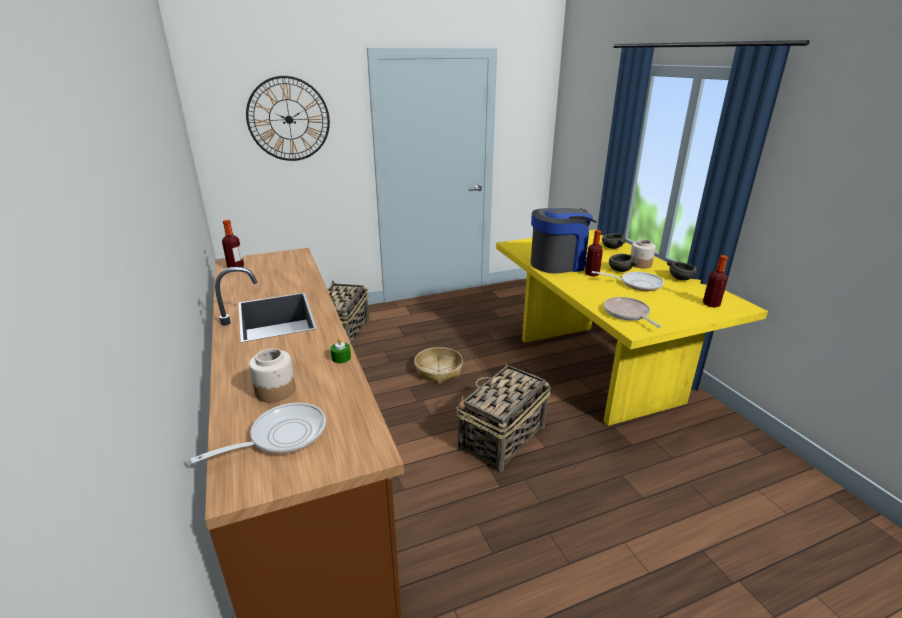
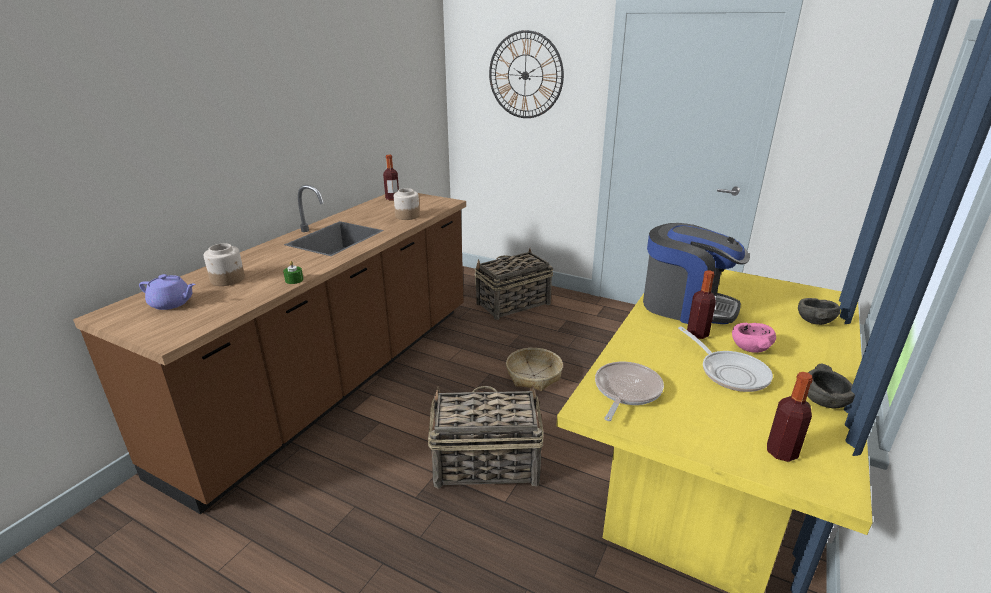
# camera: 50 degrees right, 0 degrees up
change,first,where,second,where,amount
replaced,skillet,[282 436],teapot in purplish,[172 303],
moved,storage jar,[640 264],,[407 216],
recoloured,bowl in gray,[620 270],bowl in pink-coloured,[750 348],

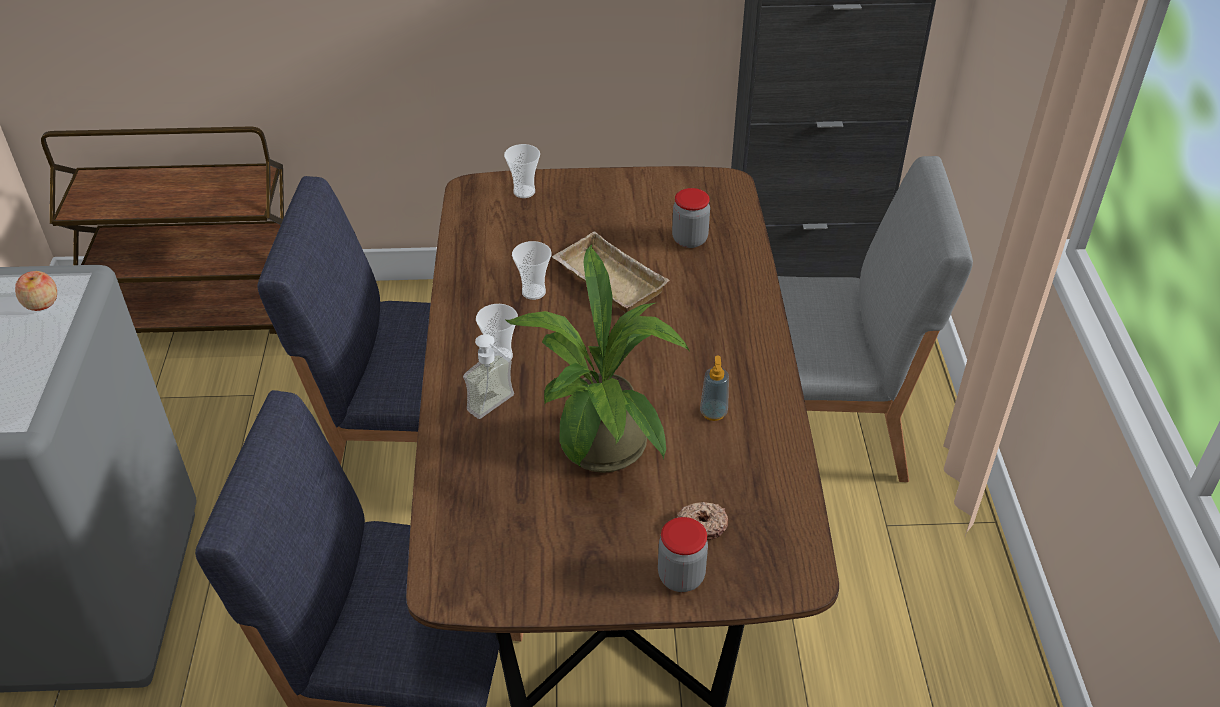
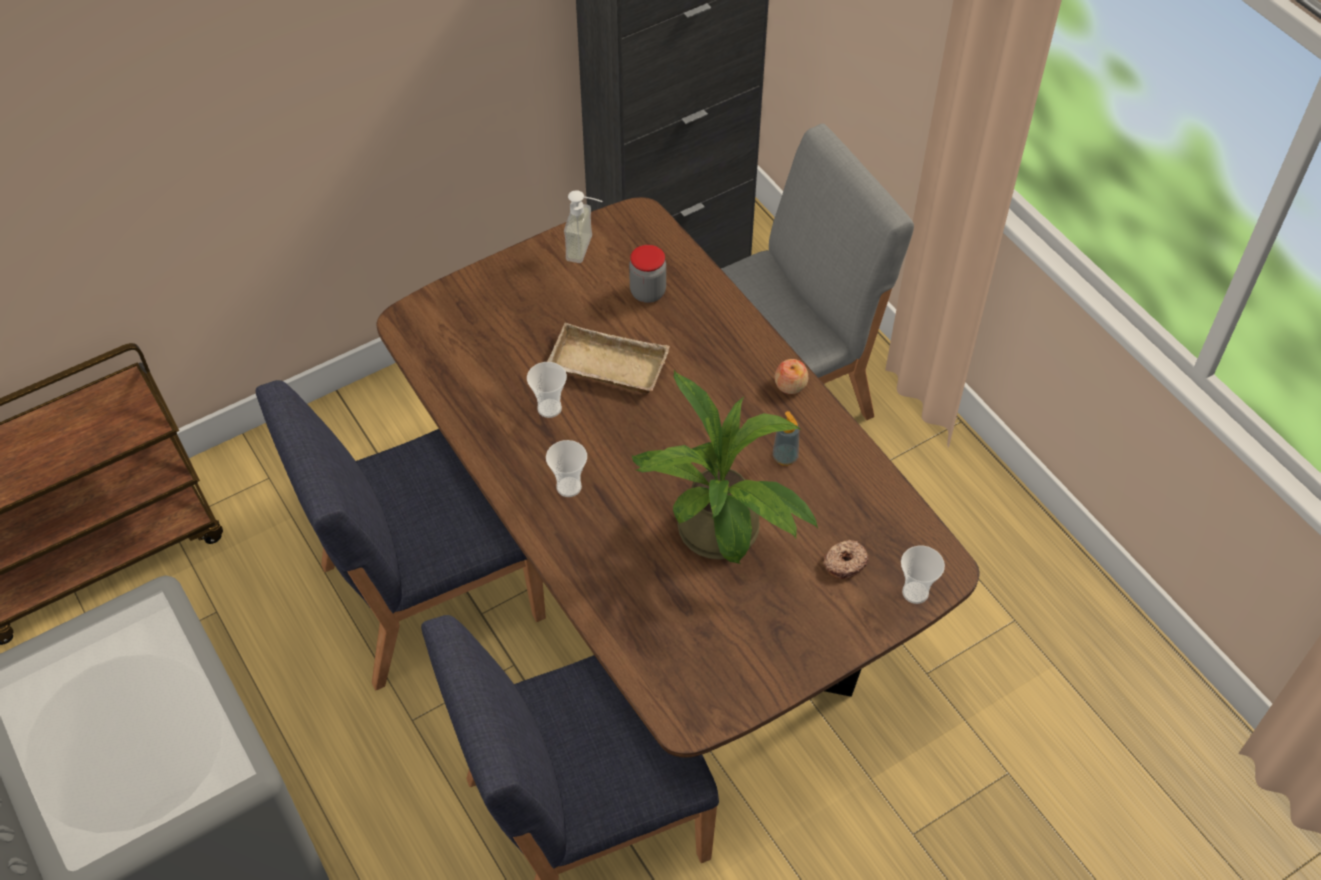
# camera: 30 degrees left, 10 degrees up
change,first,where,second,where,amount
moved,liquid soap bottle,[497 408],,[587 249],
moved,apple fruit,[41 302],,[790 385],
moved,cup,[524 192],,[915 592],
removed,storage jar,[681 577],,,

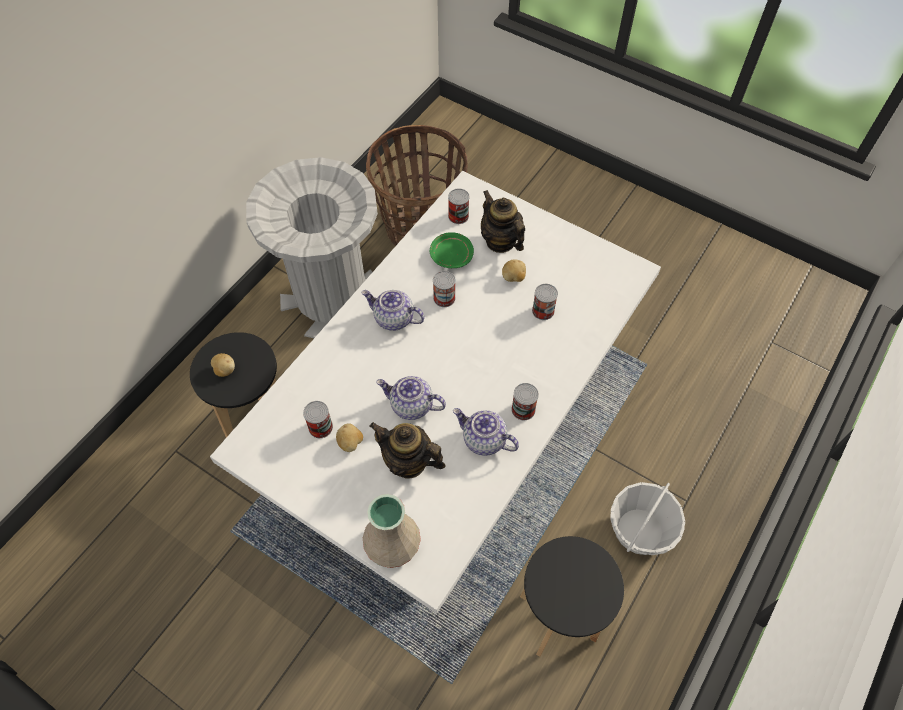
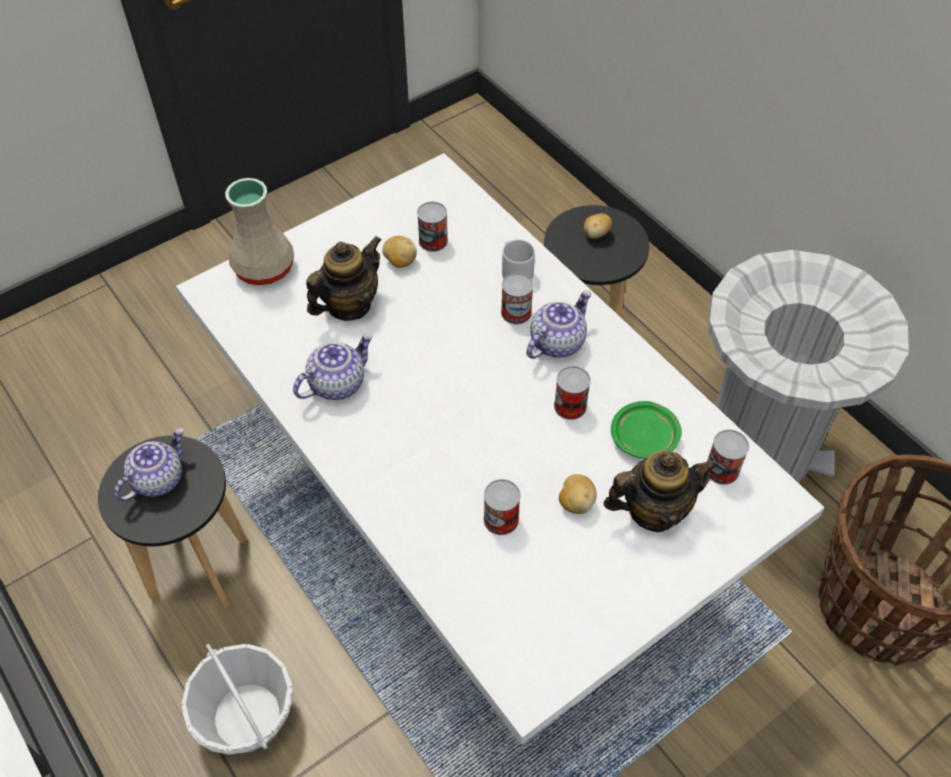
# camera: 110 degrees right, 5 degrees down
change,first,where,second,where,amount
moved,teapot,[411 406],,[158 479],
moved,can,[523 409],,[516 312],
added,,,tea mug in gray,[515 271],

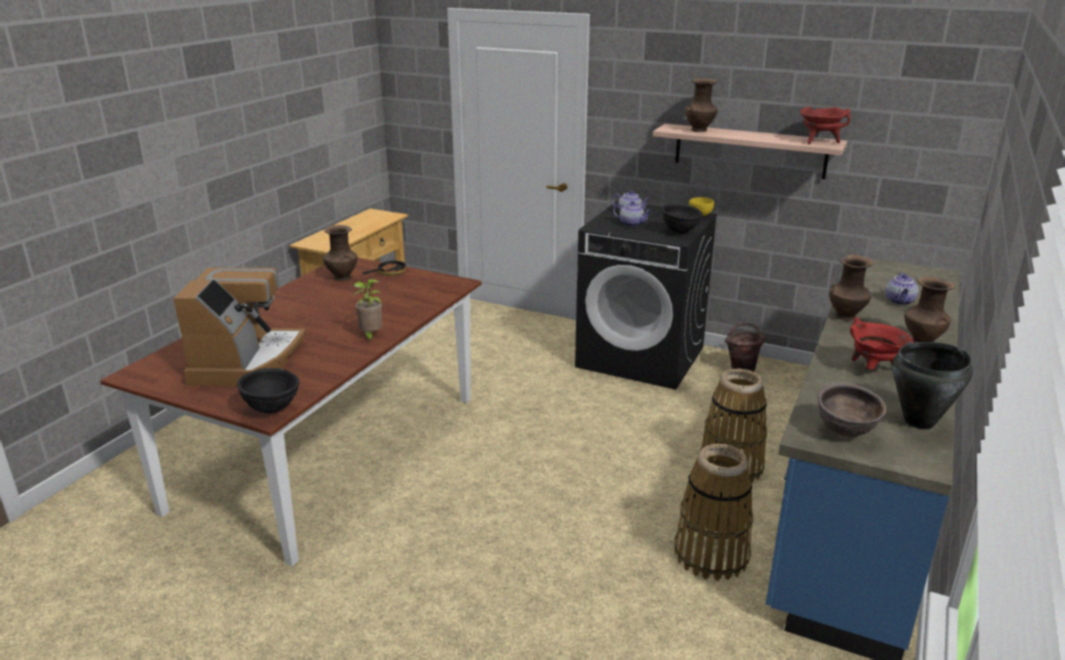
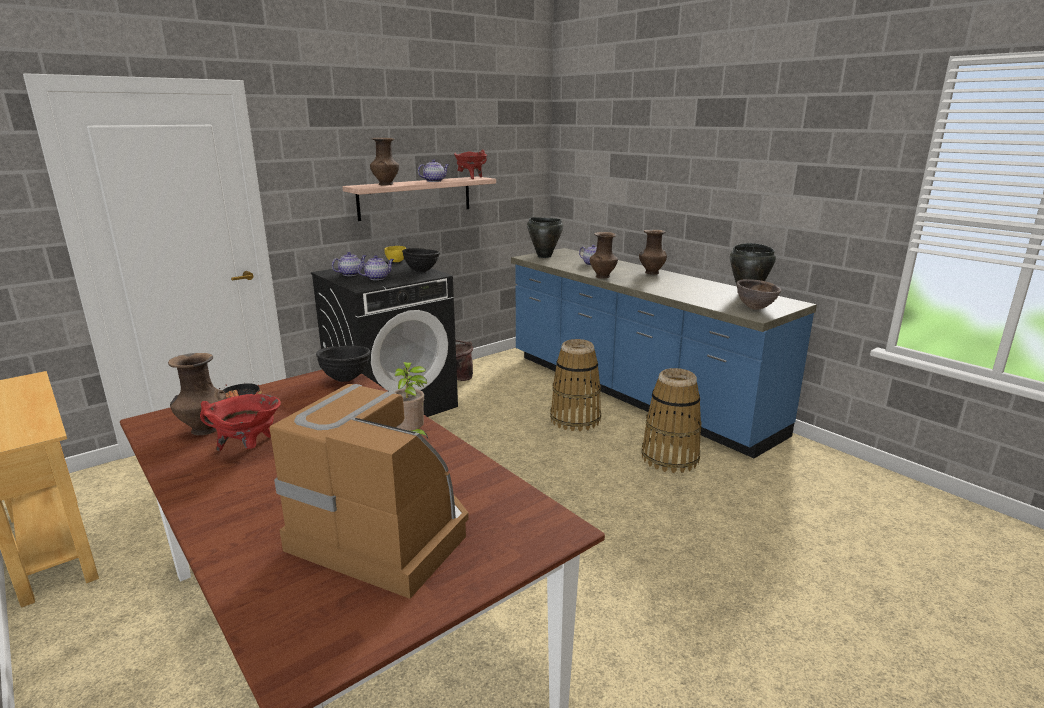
# camera: 65 degrees left, 5 degrees down
change,first,where,second,where,amount
moved,cooking pot in red-coloured,[873 369],,[249 448],
moved,bowl in blackish,[272 410],,[346 379],
added,,,teapot,[434 181],
added,,,cooking pot in blackish,[544 256],

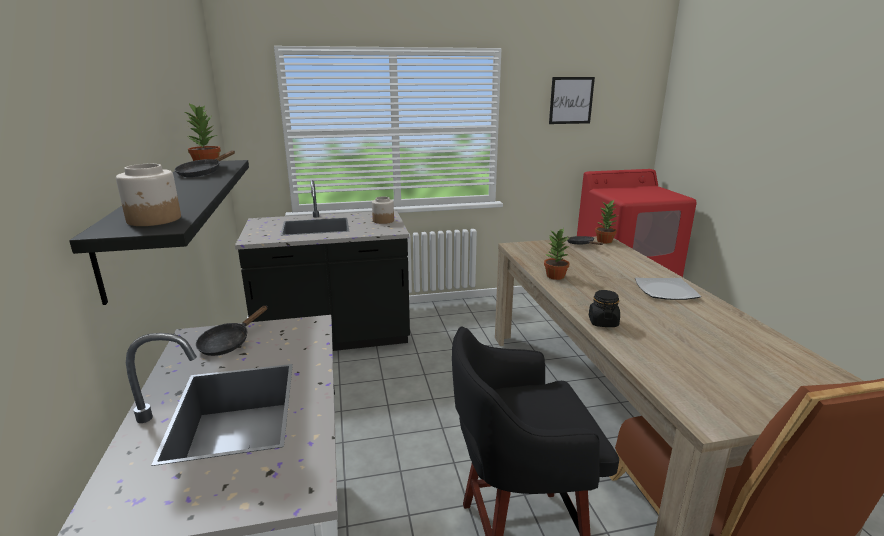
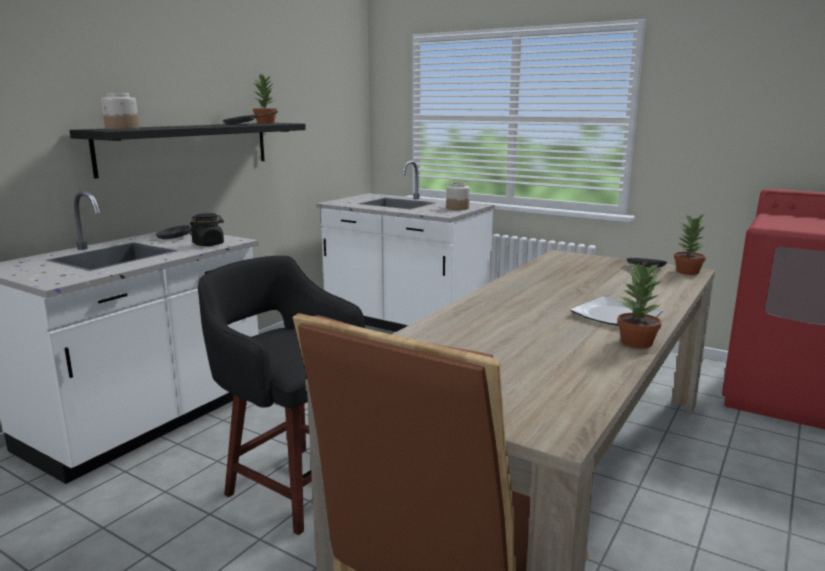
# camera: 45 degrees right, 5 degrees down
change,first,where,second,where,amount
moved,storage jar in blackish,[603 322],,[208 244],
recoloured,counter in blackish,[334 338],counter in whitish,[405 323],
moved,houseplant,[555 276],,[635 342],
removed,wall art,[571 100],,,

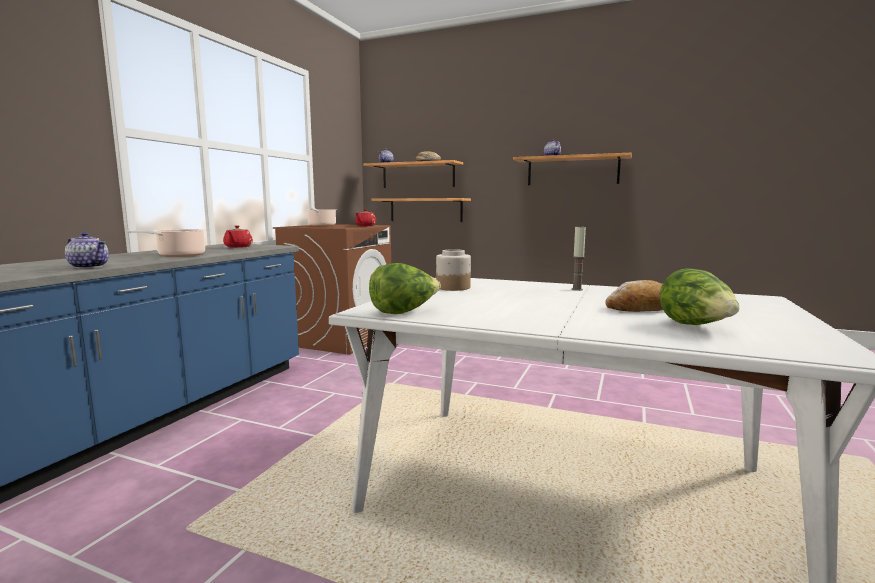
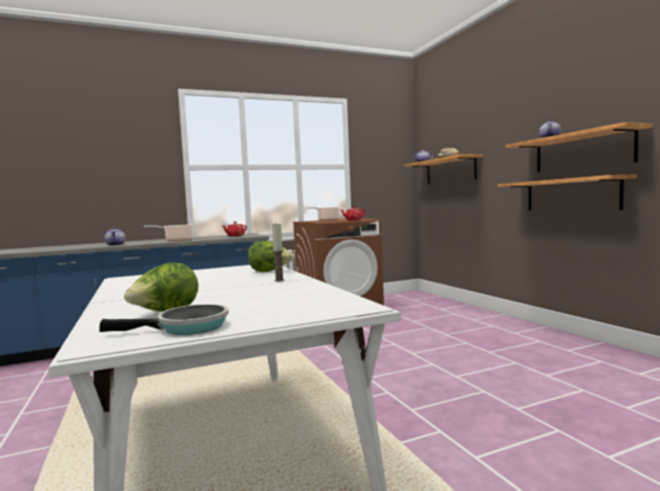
# camera: 45 degrees right, 5 degrees down
change,first,where,second,where,amount
added,,,skillet,[187 328],
moved,lettuce head,[404 312],,[270 271],
moved,shelf,[426 210],,[571 195],
removed,storage jar,[453 287],,,
removed,bread,[640 308],,,

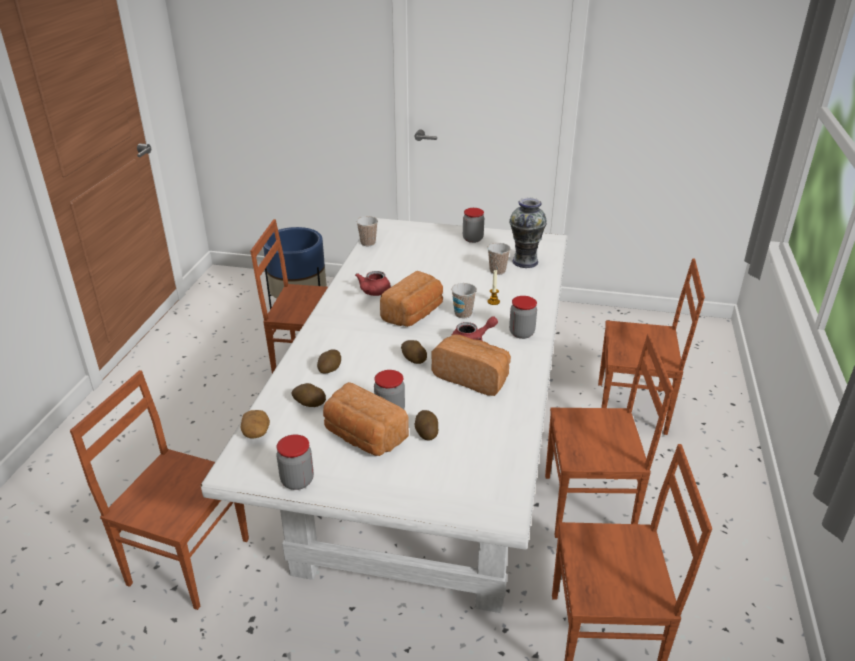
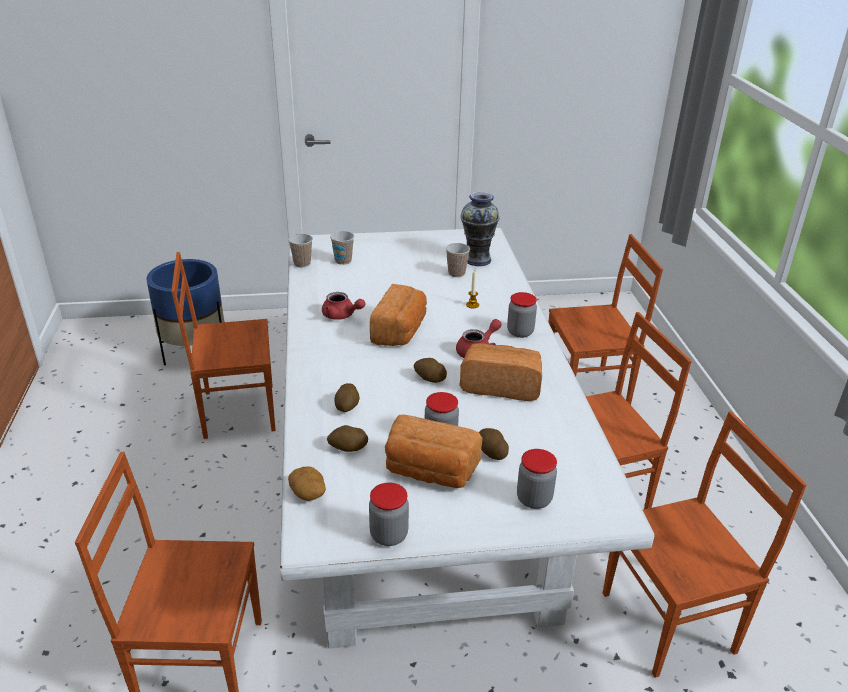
# camera: 20 degrees left, 0 degrees up
change,first,where,second,where,amount
turned,teapot in red-coloured,[373 292],,[341 316],60 degrees counterclockwise
moved,cup,[463 314],,[343 261],
moved,storage jar,[472 239],,[534 499],

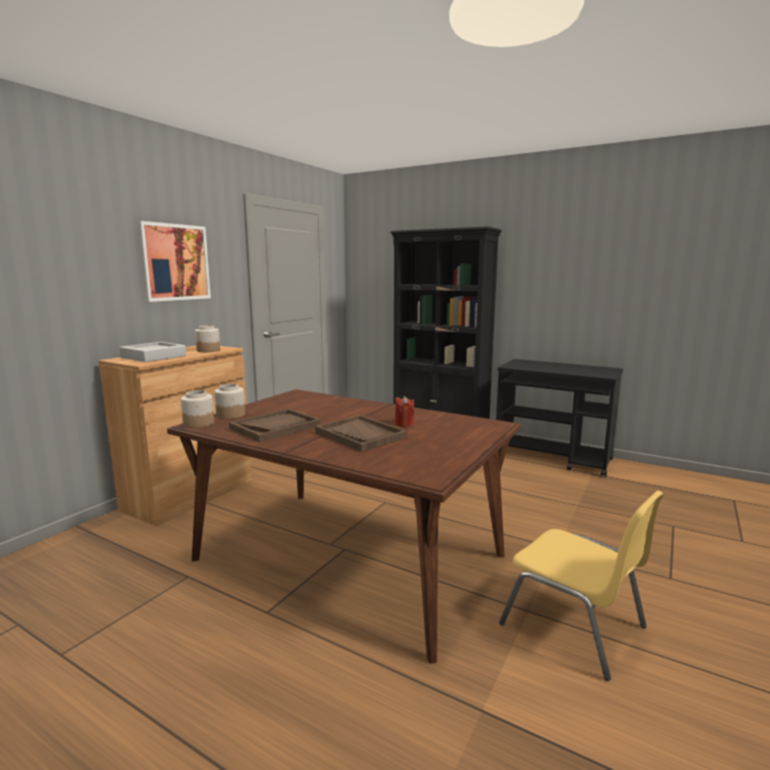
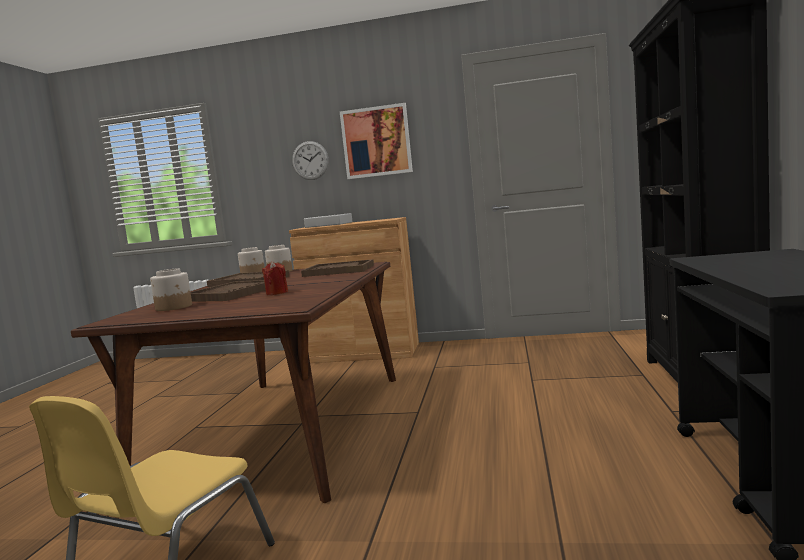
# camera: 70 degrees right, 5 degrees down
change,first,where,second,where,amount
moved,storage jar,[208 350],,[174 307],
added,,,clock on the wall,[310 160],
added,,,carrying tray in brownish,[338 271],

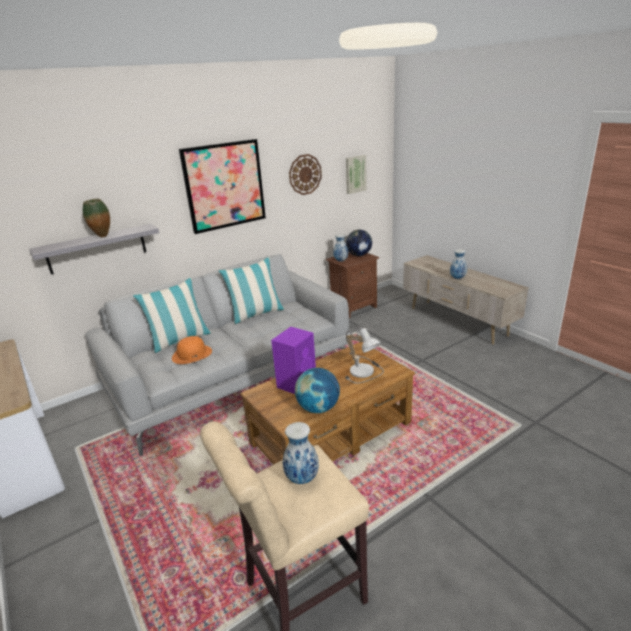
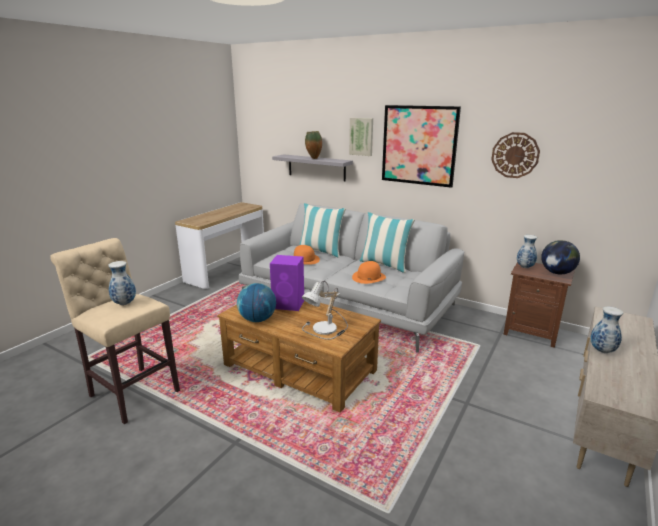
# camera: 65 degrees right, 5 degrees down
change,first,where,second,where,amount
moved,wall art,[355 174],,[361 136],
added,,,wearable hat in orange-coloured,[369 277],

